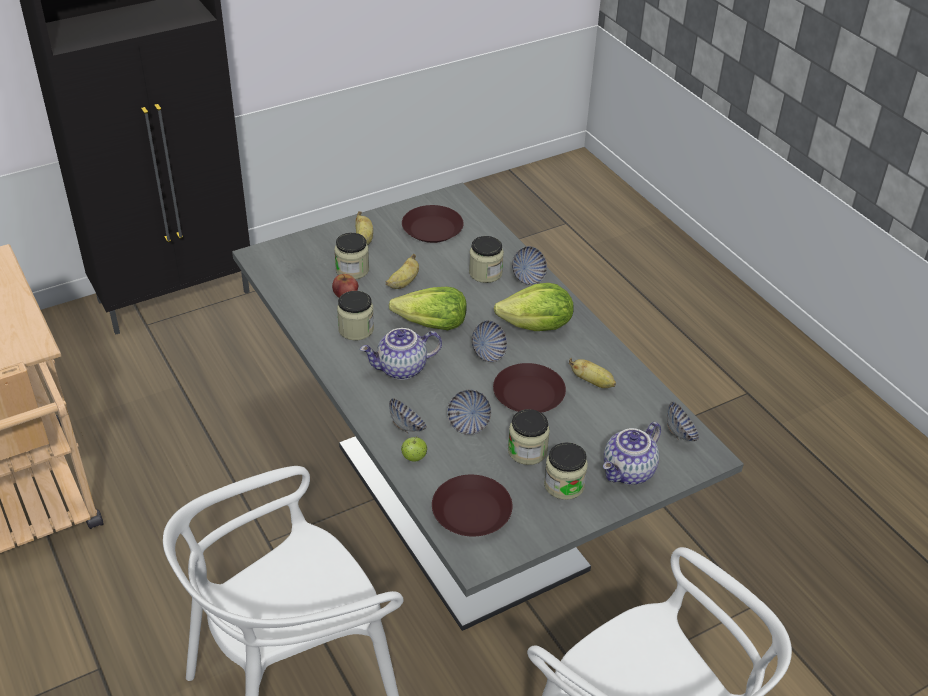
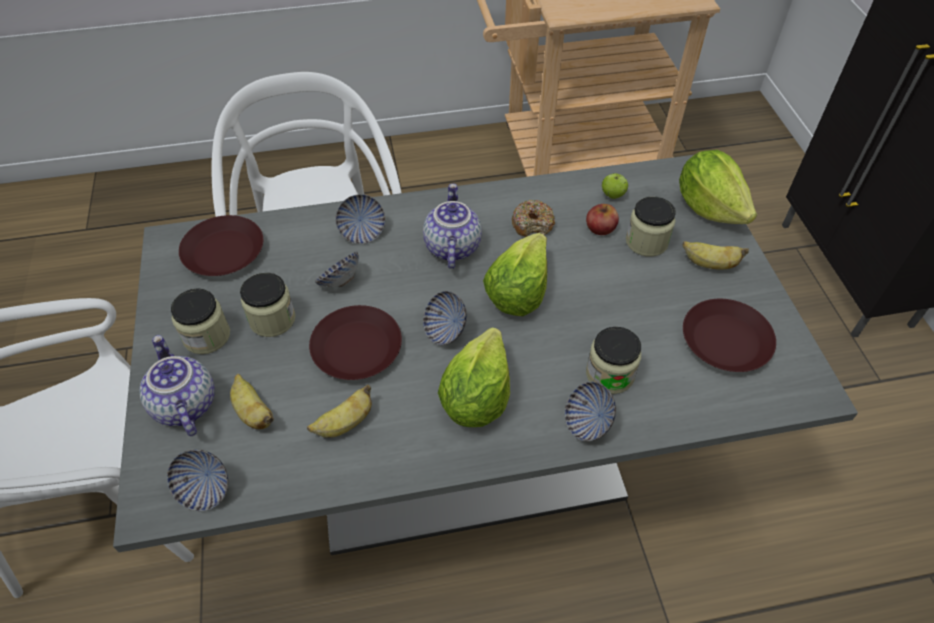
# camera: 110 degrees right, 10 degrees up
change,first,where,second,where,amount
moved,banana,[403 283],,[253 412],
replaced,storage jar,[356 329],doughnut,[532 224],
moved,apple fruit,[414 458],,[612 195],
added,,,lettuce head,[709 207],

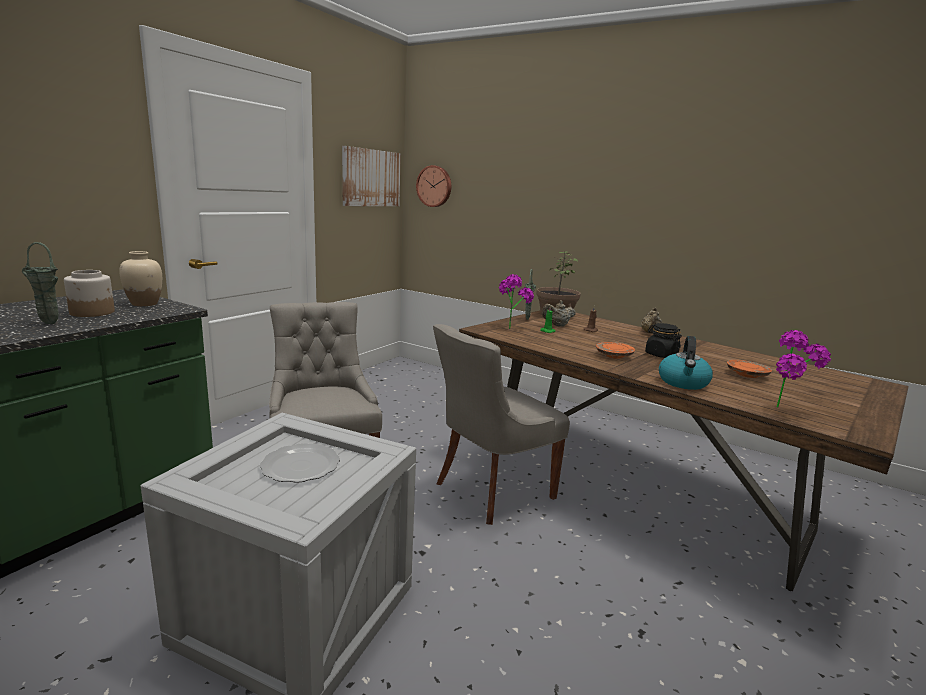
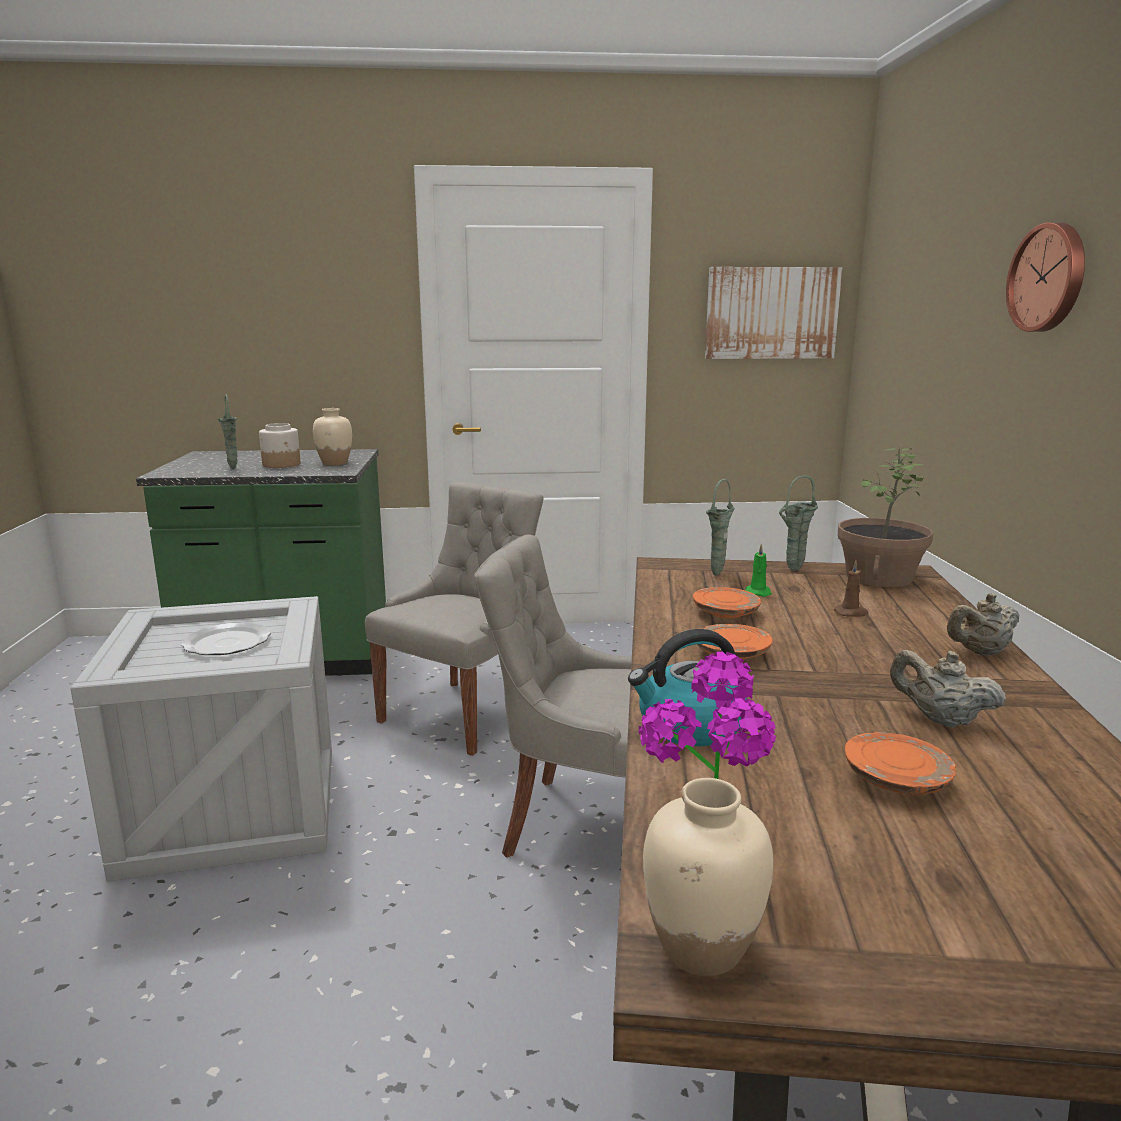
# camera: 55 degrees right, 0 degrees up
change,first,where,second,where,amount
added,,,vase in beige,[702 948],
added,,,dinner plate in orange-coloured,[725 612],
replaced,houseplant,[511 327],vase in green-coloured,[718 573],
moved,teapot in beige,[557 325],,[940 720],
moved,clock on the wall,[434 186],,[1049 278],
removed,storage jar in blackish,[660 355],,,

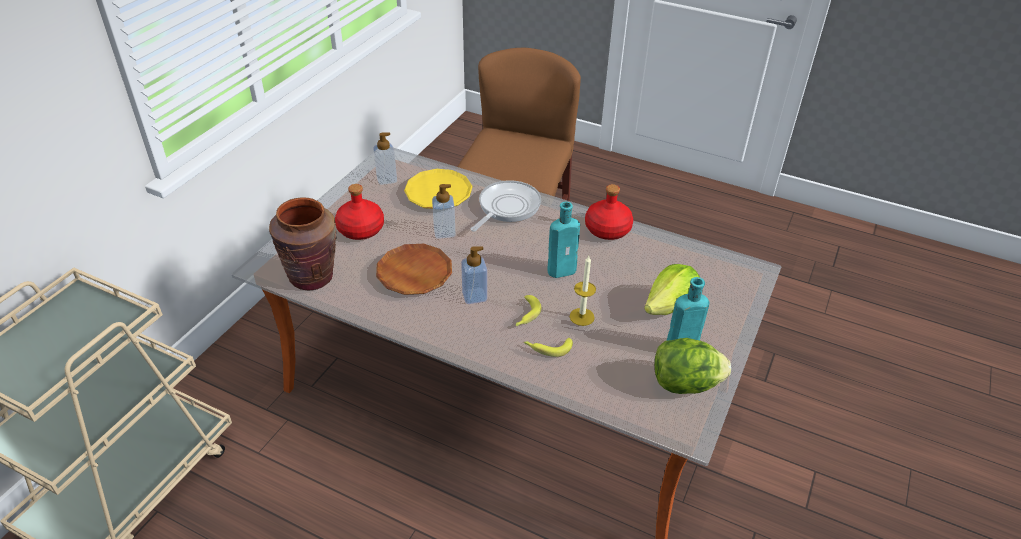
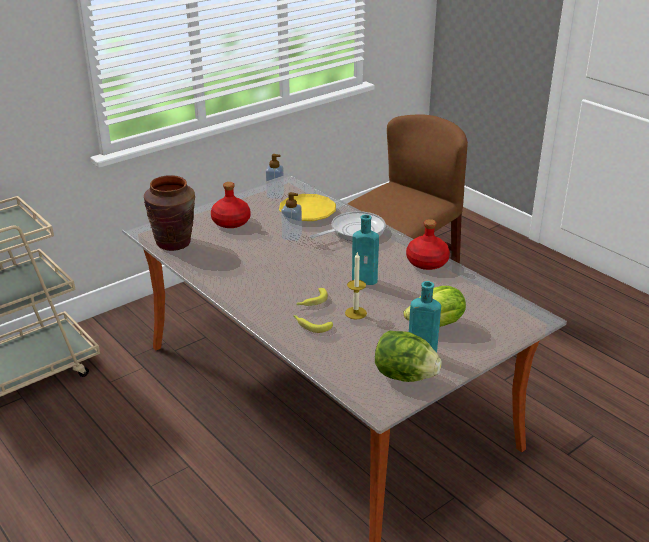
# camera: 25 degrees right, 10 degrees down
change,first,where,second,where,amount
removed,dinner plate in brownish,[414 273],,,
removed,liquid soap bottle,[474 296],,,

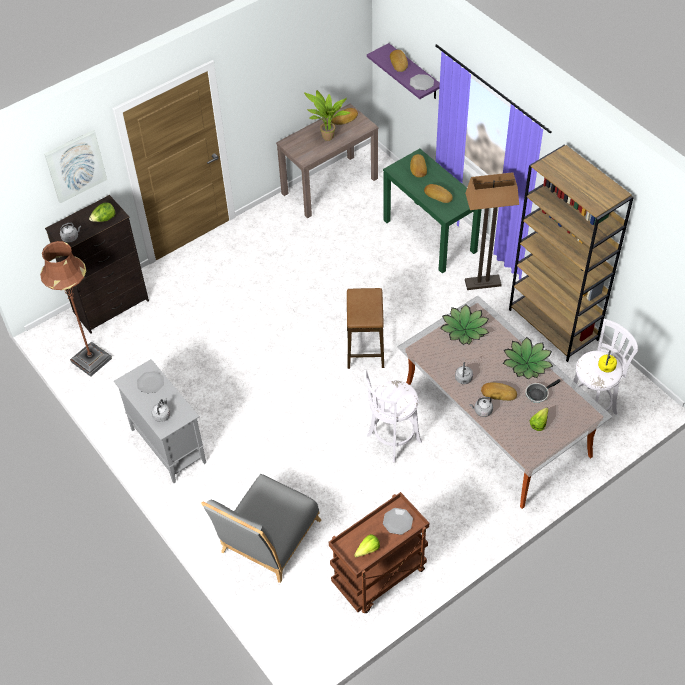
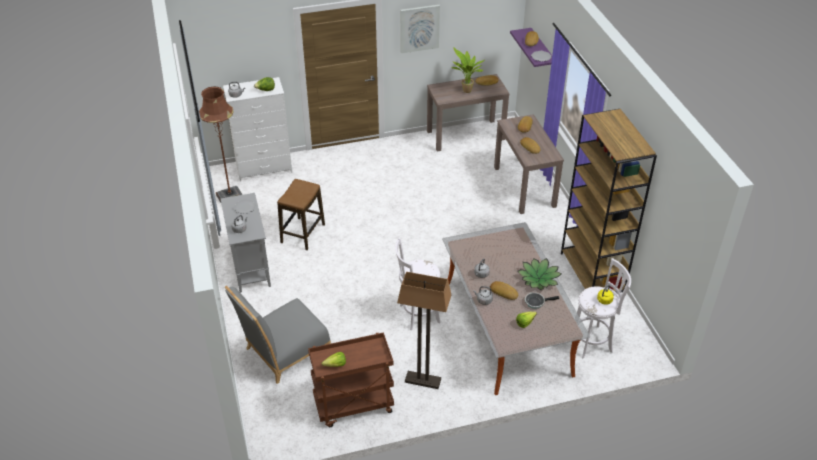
# camera: 20 degrees right, 10 degrees down
change,first,where,second,where,amount
recoloured,drawer chest in blackish,[112 306],drawer chest in whitish,[264 169],
moved,sitting stool,[365 348],,[303 233],
moved,standard lamp,[482 283],,[422 381],
moved,wall art,[75 166],,[419 28],
recoloured,hall table in green-coloured,[430 236],hall table in brownish,[524 187],
removed,dinner plate,[397 521],,,
removed,houseplant,[464 329],,,

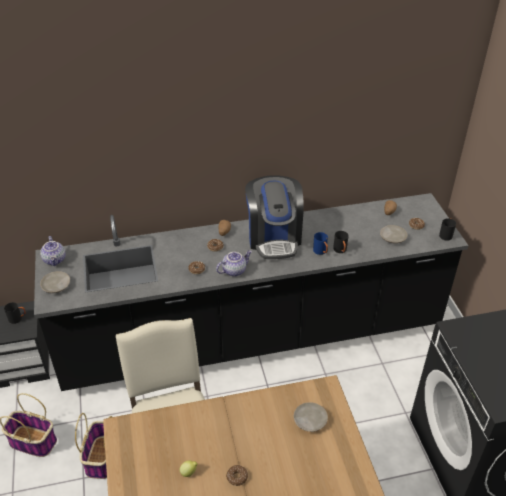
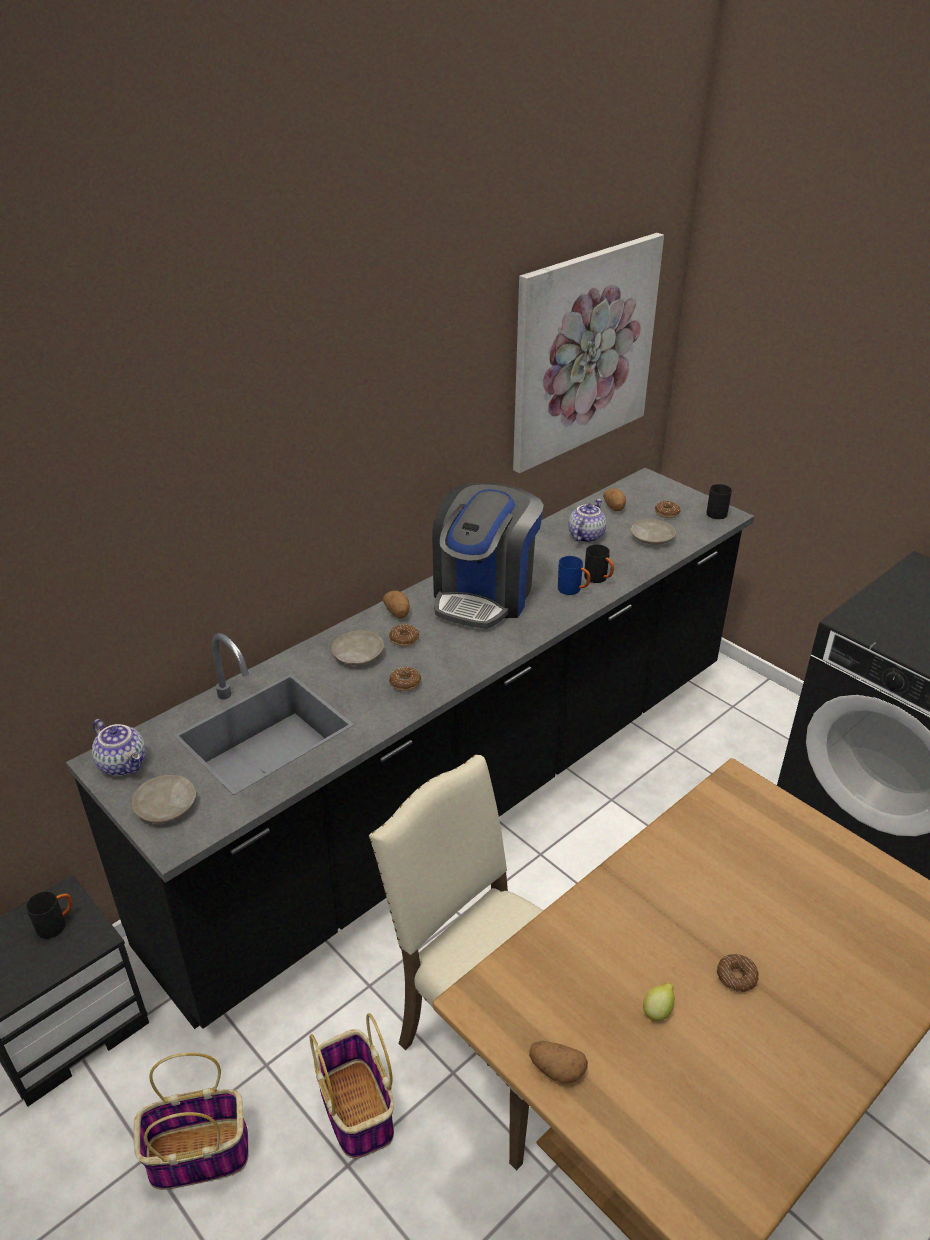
# camera: 30 degrees left, 5 degrees down
change,first,where,second,where,amount
moved,dinner plate in beige,[309 420],,[357 655],
turned,coffee maker,[274 237],,[484 594],60 degrees clockwise
added,,,wall art,[583 351],
added,,,potato,[556 1069],
moved,teapot,[234 270],,[585 536],

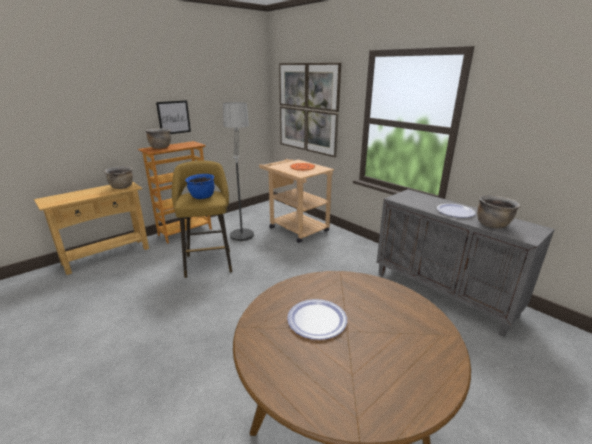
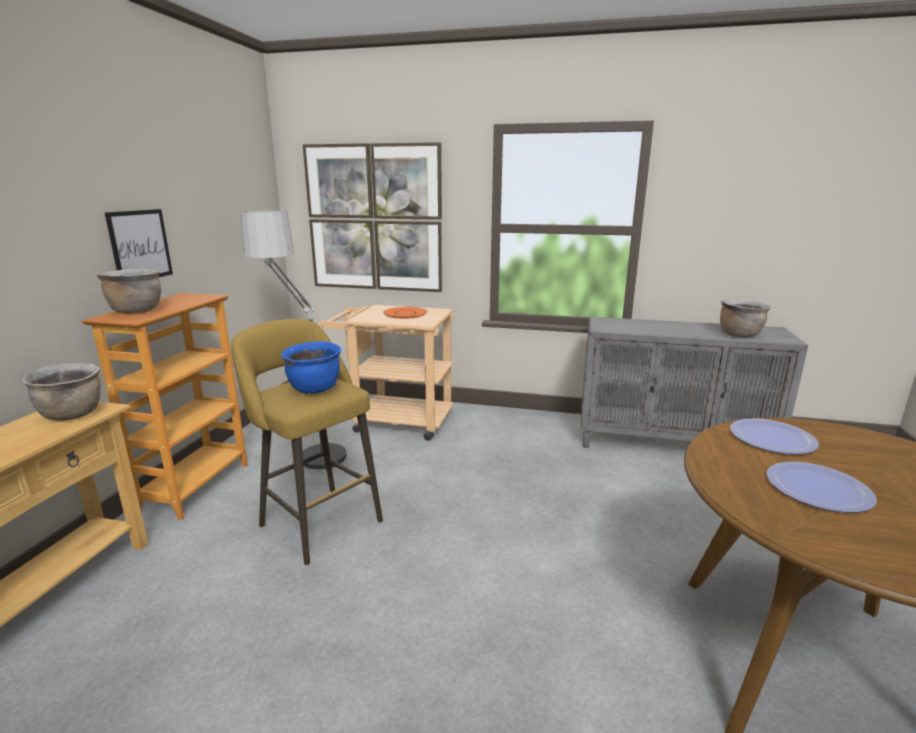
# camera: 35 degrees left, 5 degrees down
change,first,where,second,where,amount
moved,dinner plate,[455 211],,[772 438],

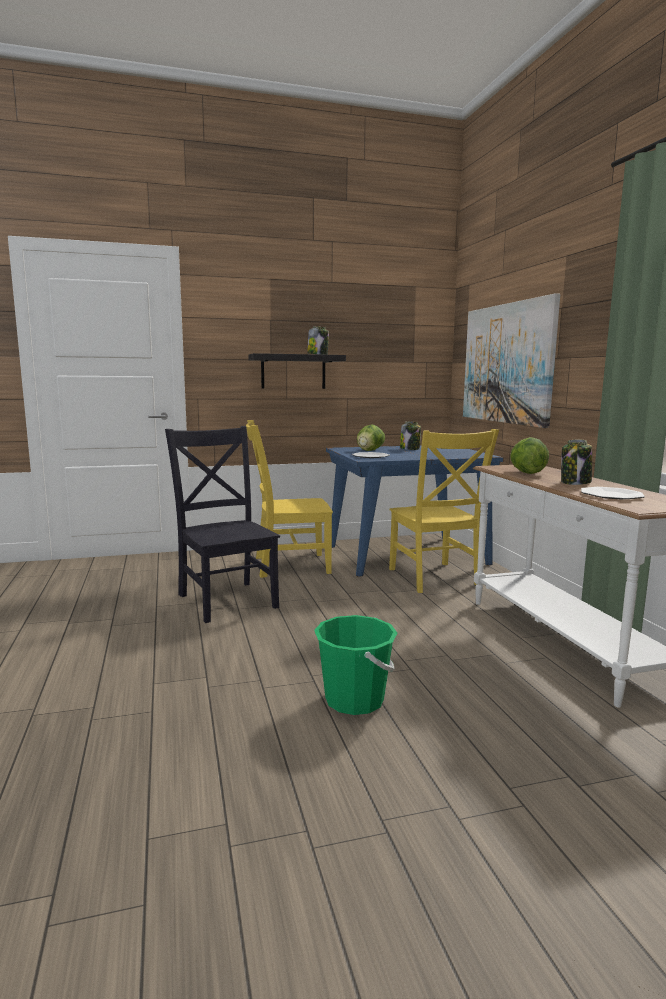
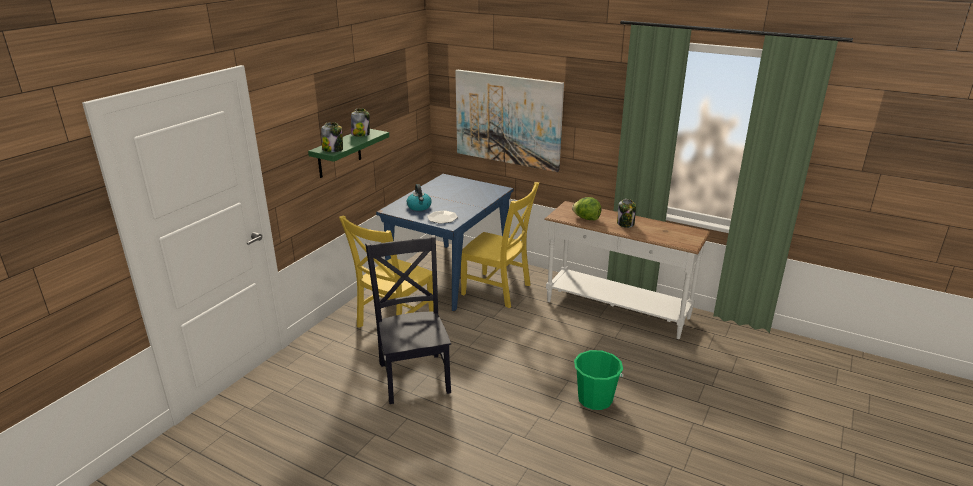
# camera: 45 degrees left, 15 degrees up
change,first,where,second,where,amount
recoloured,shelf in blackish,[293 372],shelf in green-coloured,[339 153],
moved,storage jar,[410 448],,[333 149],
turned,upright chair in blackish,[227 599],,[414 375],60 degrees clockwise
replaced,lettuce head,[369 450],kettle,[419 207],
removed,dinner plate,[611 495],,,

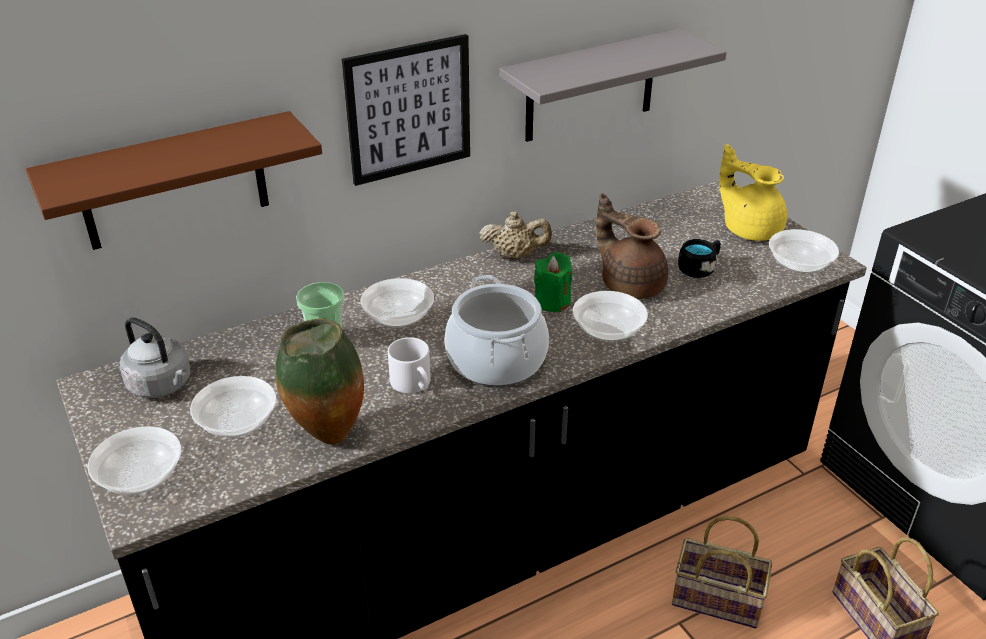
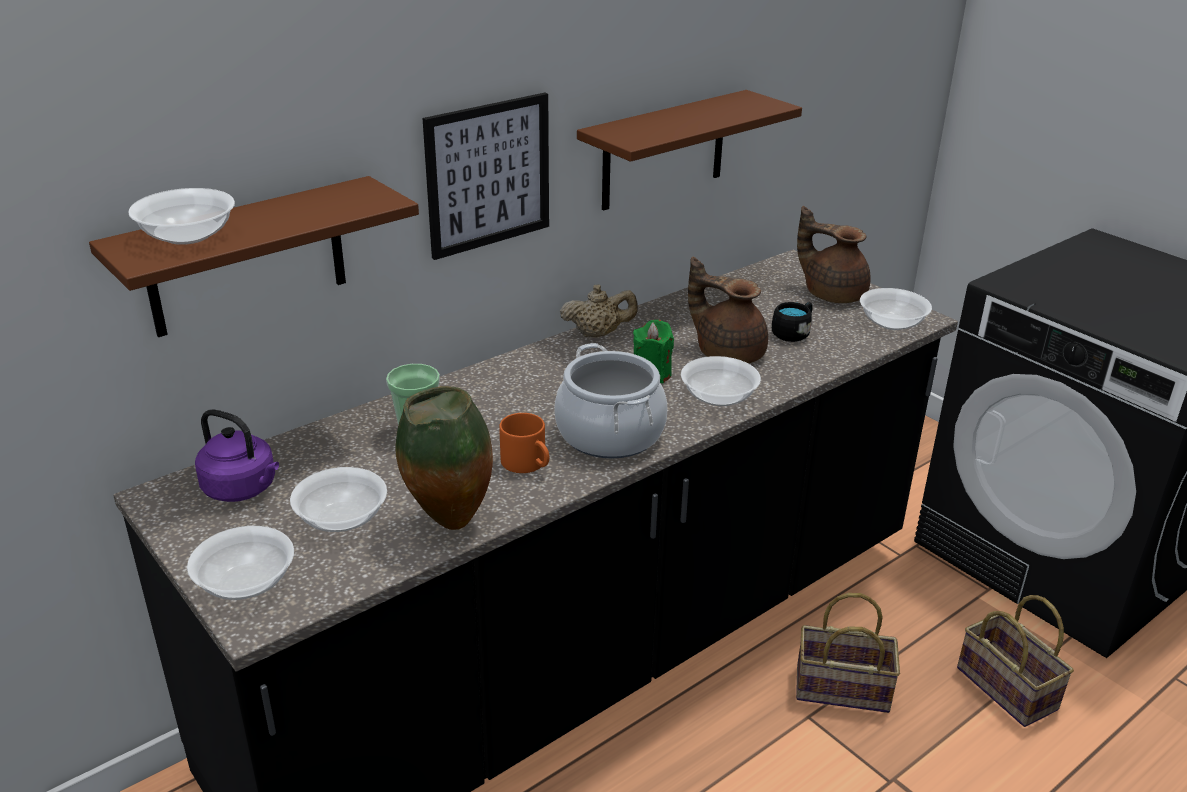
# camera: 10 degrees left, 5 degrees down
change,first,where,second,where,amount
moved,bowl,[399 317],,[188 235],
recoloured,kettle in gray,[162 386],kettle in purplish,[243 489],
recoloured,tea mug in whitish,[414 384],tea mug in orange-coloured,[529 464],
recoloured,shelf in gray,[590 86],shelf in brownish,[664 151],
recoloured,teapot in yellowish,[750 228],teapot in brownish,[832 293],

